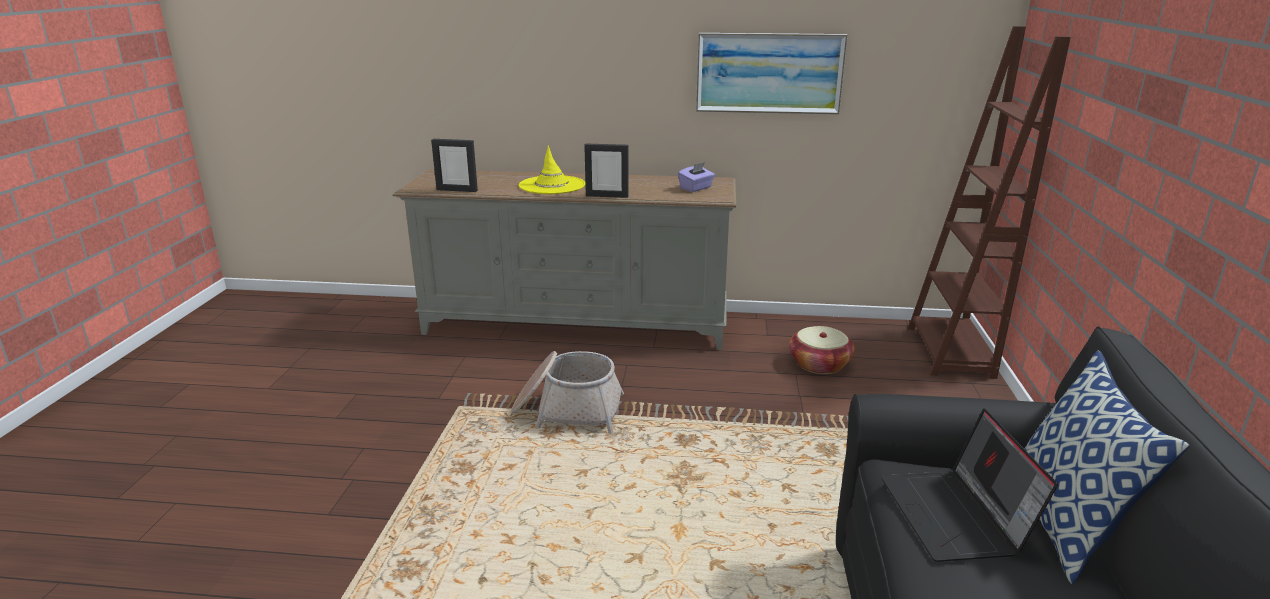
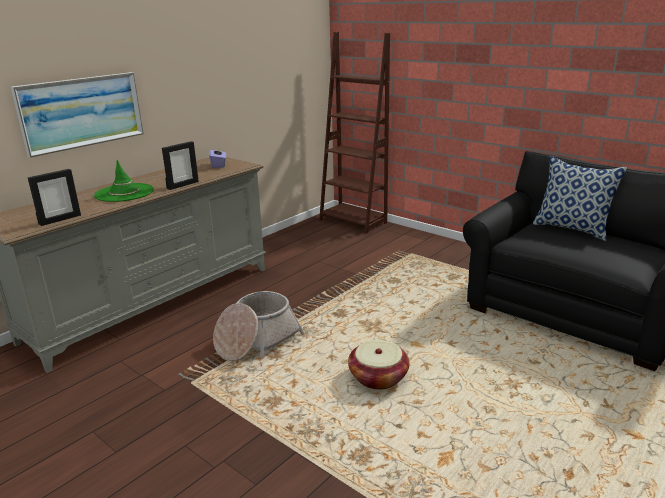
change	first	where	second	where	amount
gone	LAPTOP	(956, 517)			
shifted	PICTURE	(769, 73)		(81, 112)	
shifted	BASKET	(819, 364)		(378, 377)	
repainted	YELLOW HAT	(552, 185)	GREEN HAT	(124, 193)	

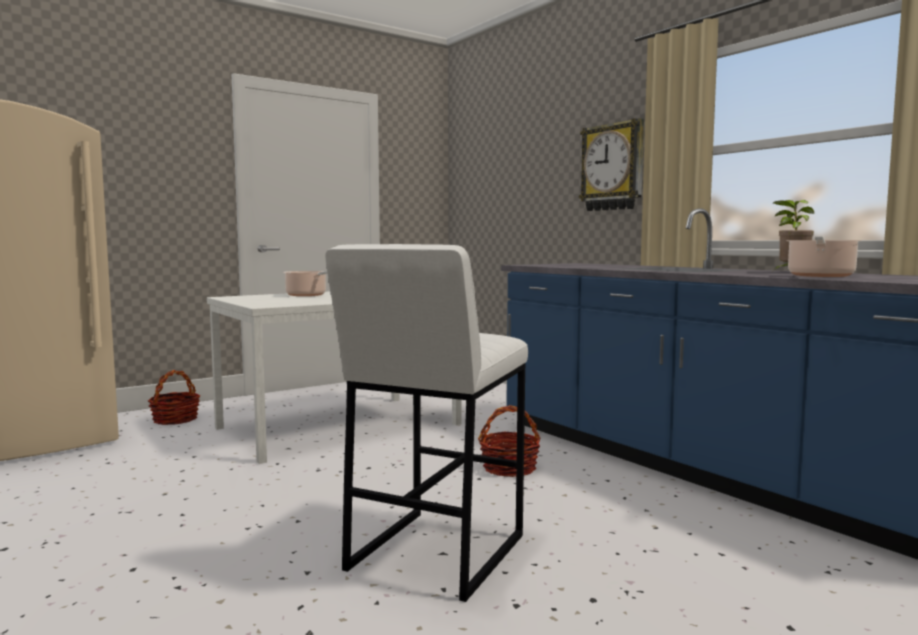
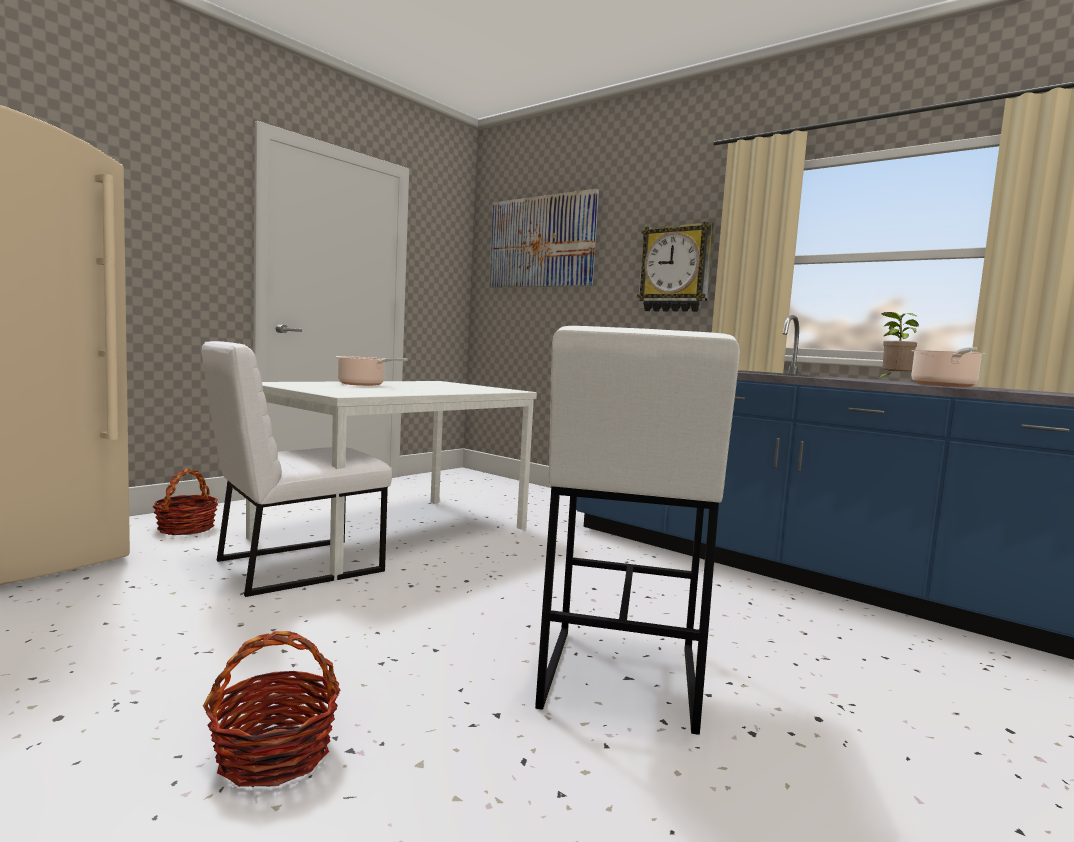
change	first	where	second	where	amount
new			WHITE CHAIR	(294, 566)	
new			PICTURE	(541, 242)	
shifted	BASKET	(509, 468)		(274, 754)	

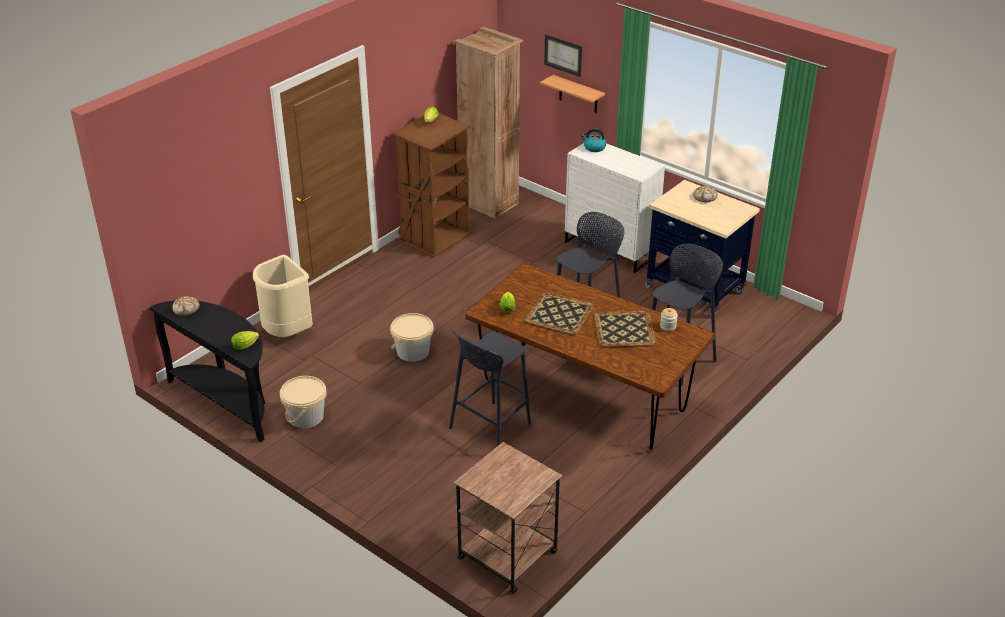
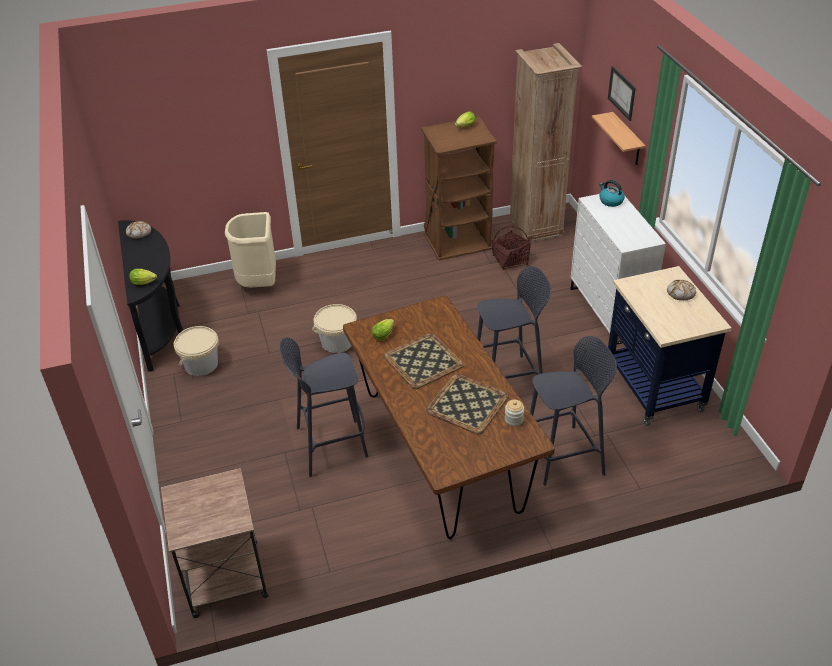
change	first	where	second	where	amount
new			BASKET	(510, 260)	

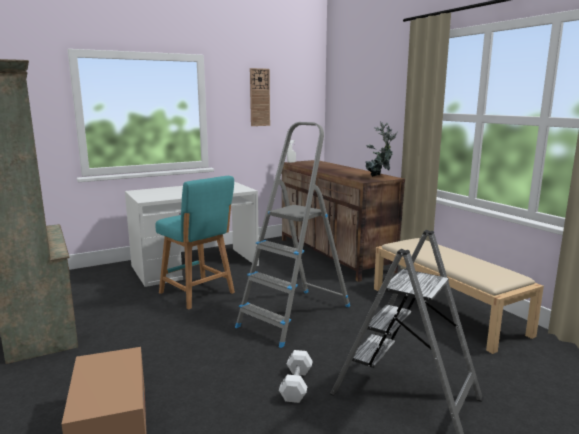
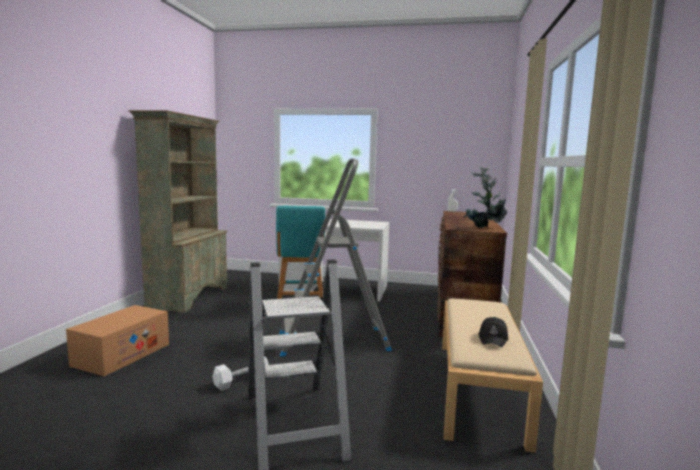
change	first	where	second	where	amount
gone	WALL CLOCK	(259, 97)			
new			BLACK CAP	(493, 338)	

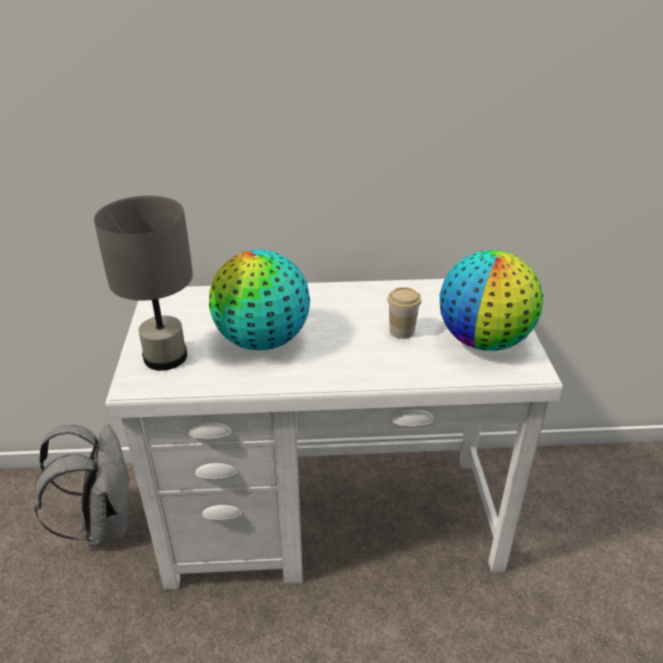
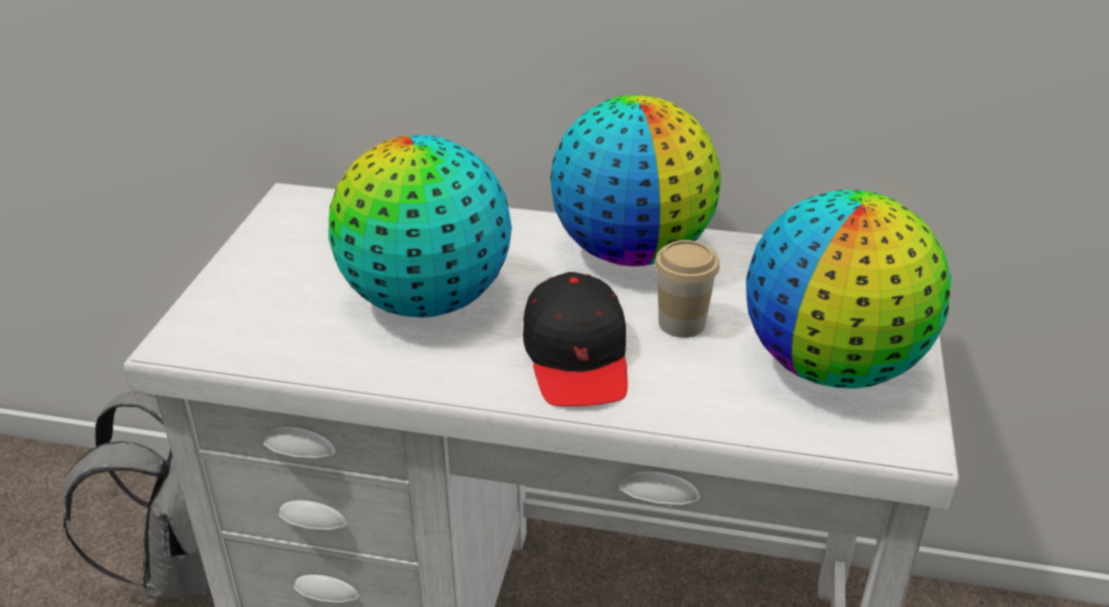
change	first	where	second	where	amount
gone	GREY TABLE LAMP	(166, 357)			
new			BLACK CAP	(577, 357)	
new			GLOBE	(631, 252)	

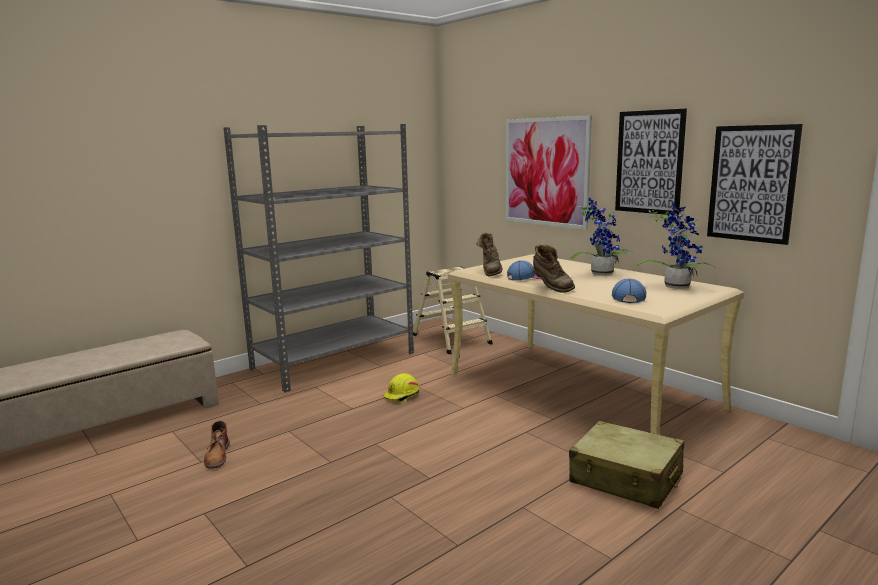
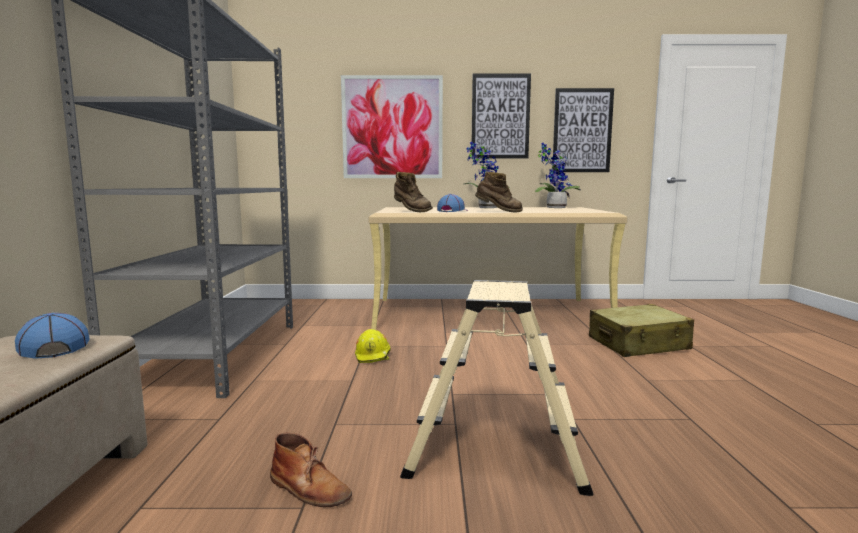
change	first	where	second	where	amount
shifted	BEIGE STEP LADDER	(451, 339)		(495, 451)	
shifted	CAP	(628, 297)		(54, 346)	

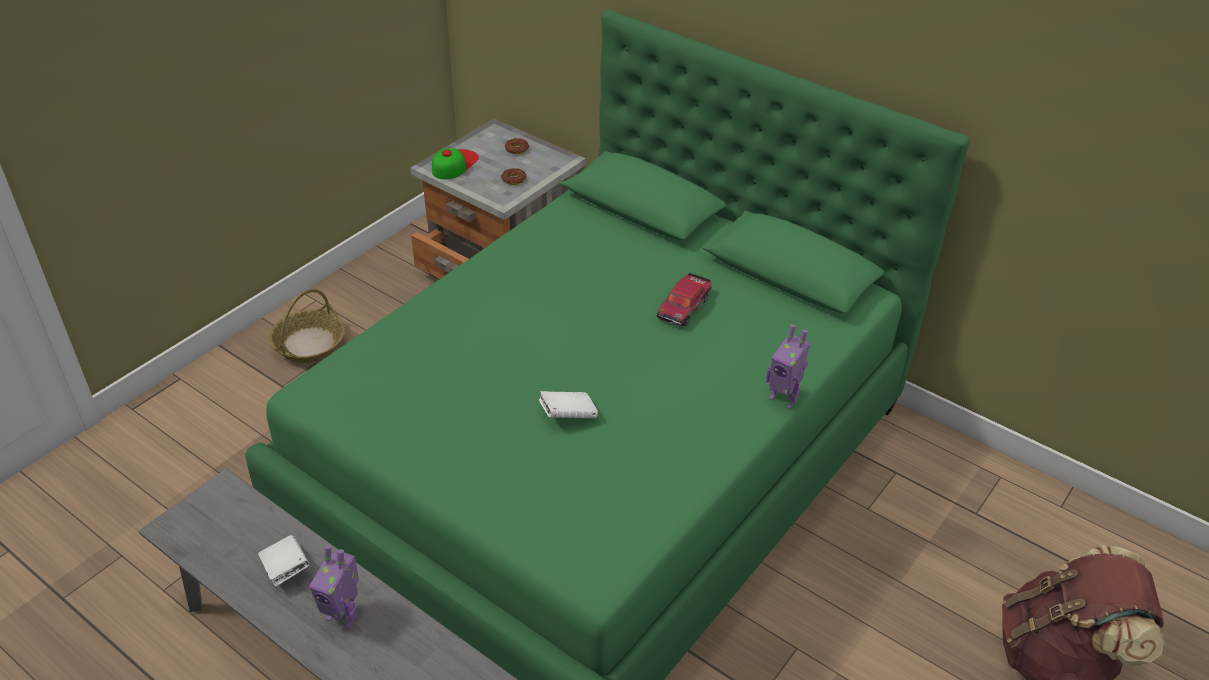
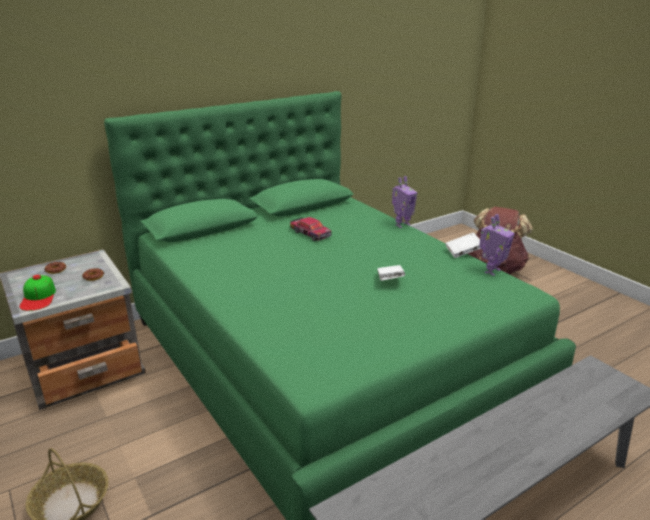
change	first	where	second	where	amount
shifted	WHITE BOOK	(286, 569)		(463, 252)	
shifted	TOY ROBOT	(343, 616)		(491, 271)	
rotated	CAP	(454, 164)		(38, 297)	150 degrees counterclockwise

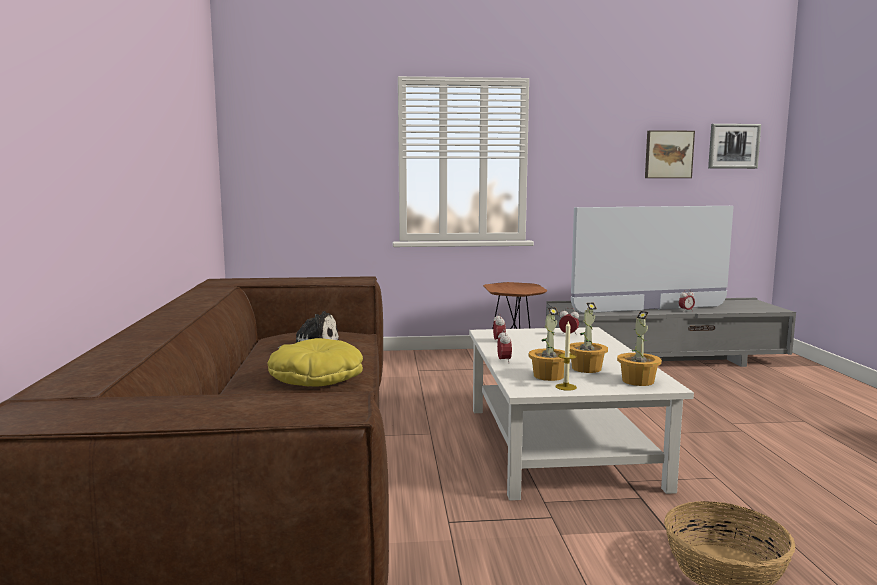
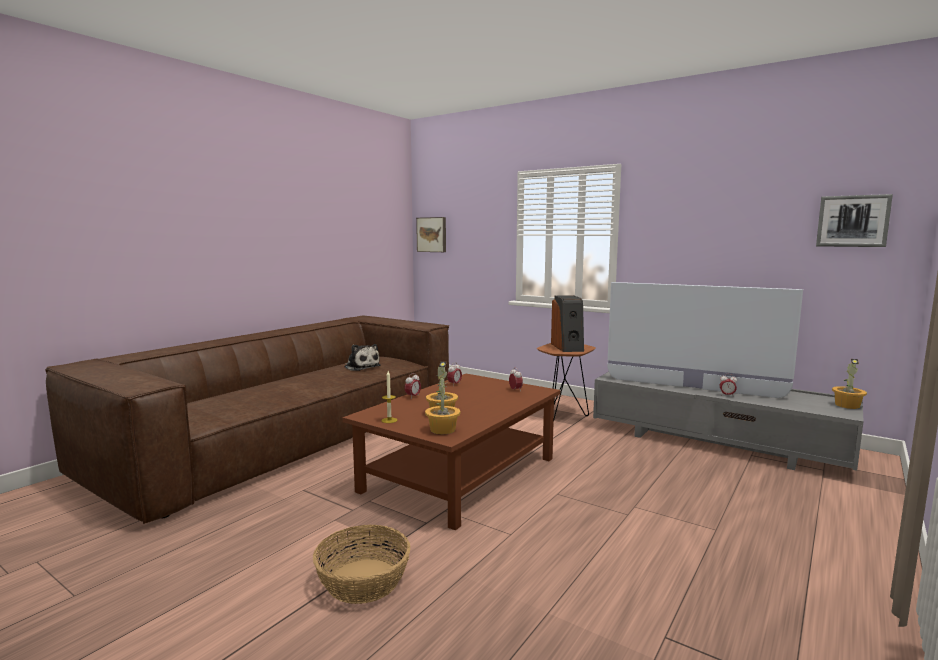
change	first	where	second	where	amount
gone	YELLOW PILLOW	(315, 378)			
new			SPEAKER	(568, 347)	
shifted	POTTED PLANT	(548, 376)		(847, 405)	
shifted	PICTURE	(668, 154)		(432, 234)	
repainted	WHITE COFFEE TABLE	(558, 445)	BROWN COFFEE TABLE	(459, 474)	

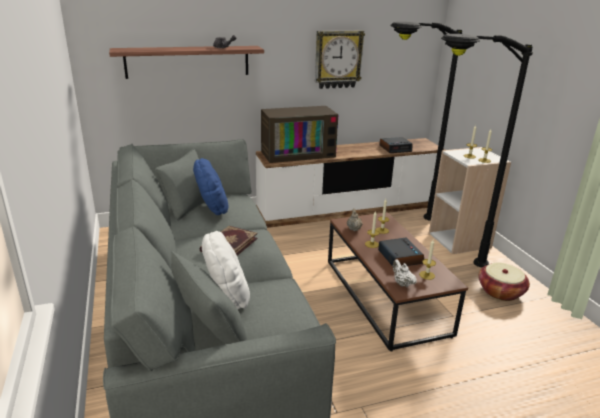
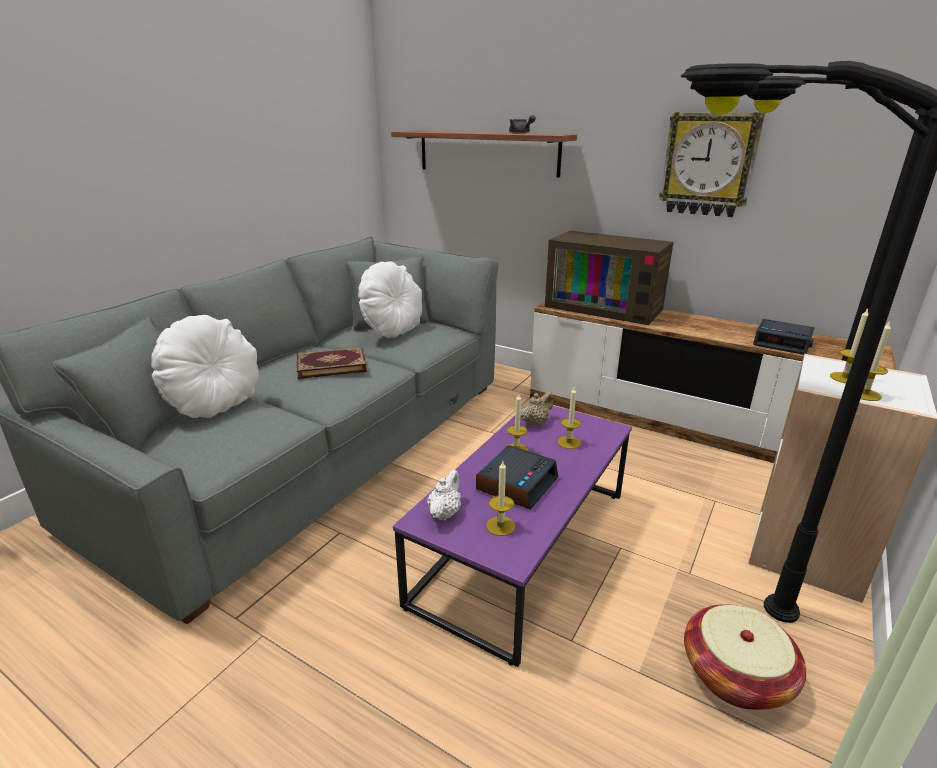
change	first	where	second	where	amount
repainted	BLUE PILLOW	(212, 210)	WHITE PILLOW	(393, 332)	
repainted	BROWN COFFEE TABLE	(385, 296)	PURPLE COFFEE TABLE	(524, 547)	

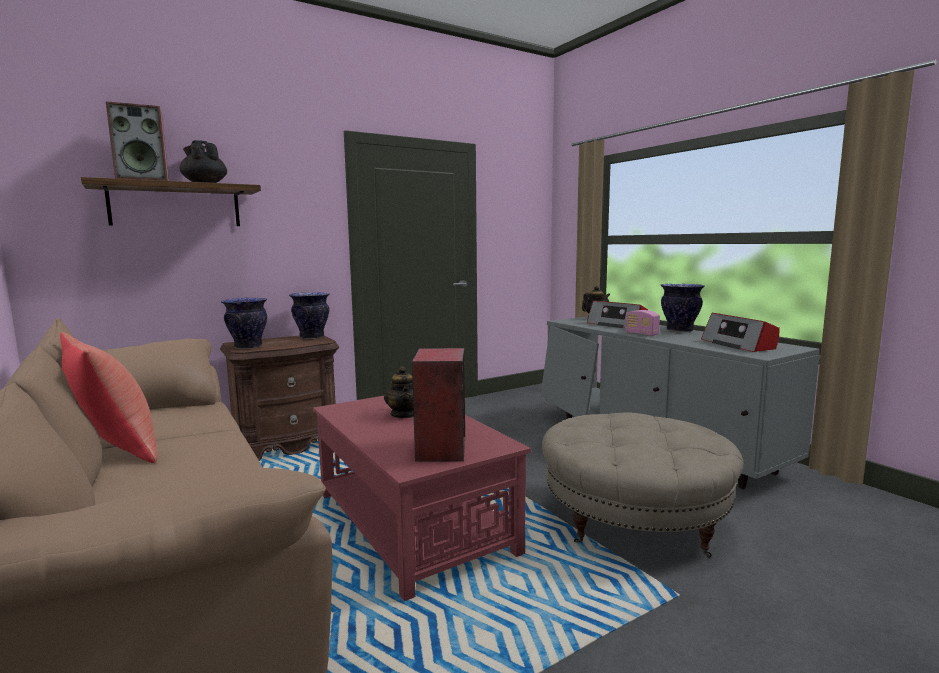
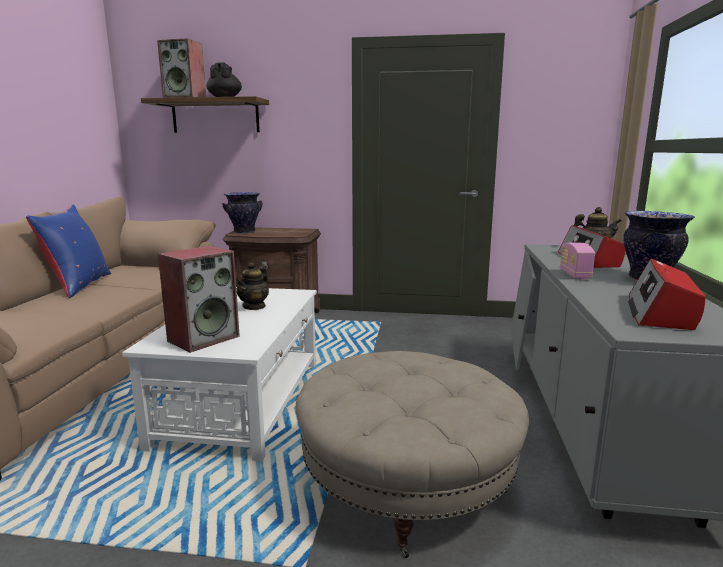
change	first	where	second	where	amount
gone	VASE	(312, 337)			
repainted	RED PILLOW	(115, 449)	BLUE PILLOW	(78, 285)	
repainted	RED COFFEE TABLE	(412, 521)	WHITE COFFEE TABLE	(243, 401)	

